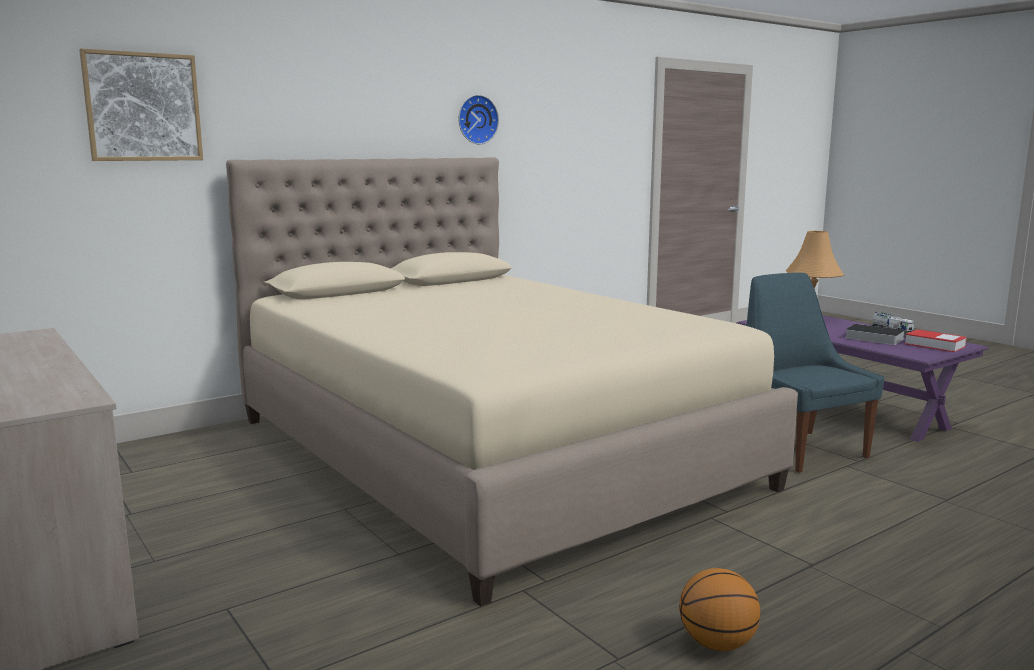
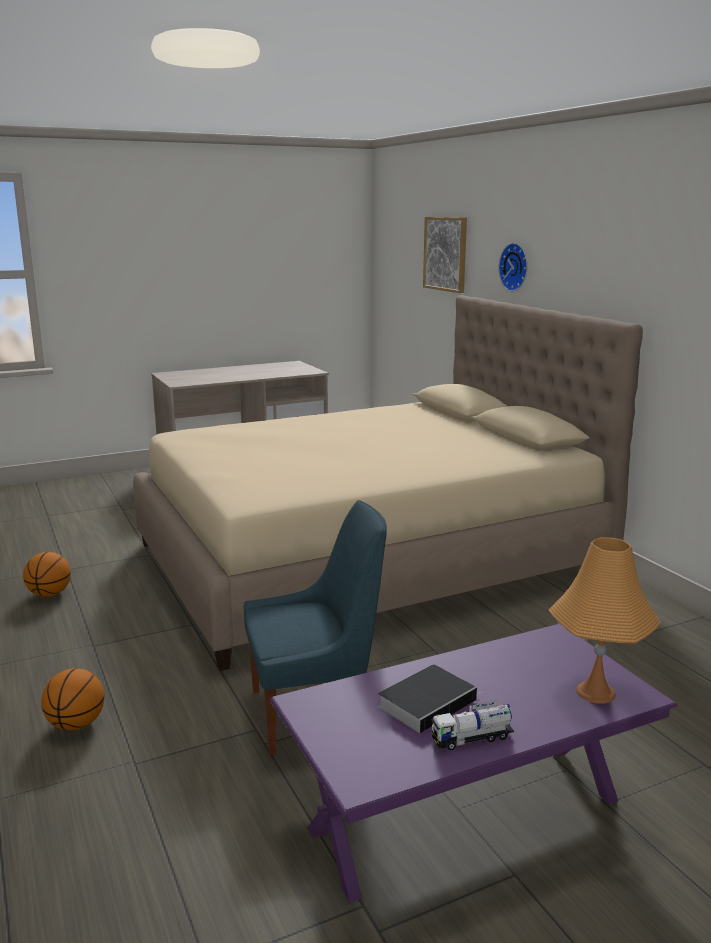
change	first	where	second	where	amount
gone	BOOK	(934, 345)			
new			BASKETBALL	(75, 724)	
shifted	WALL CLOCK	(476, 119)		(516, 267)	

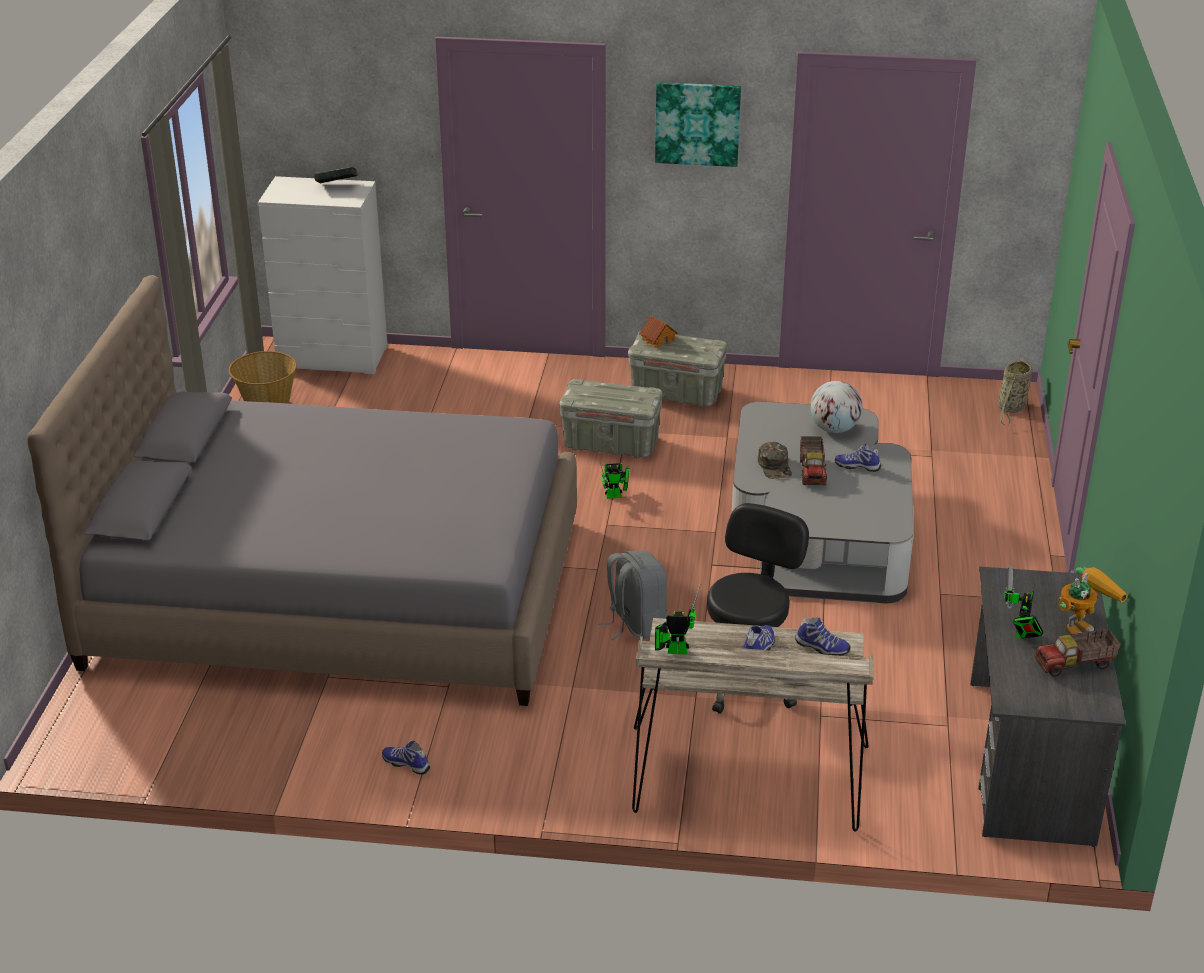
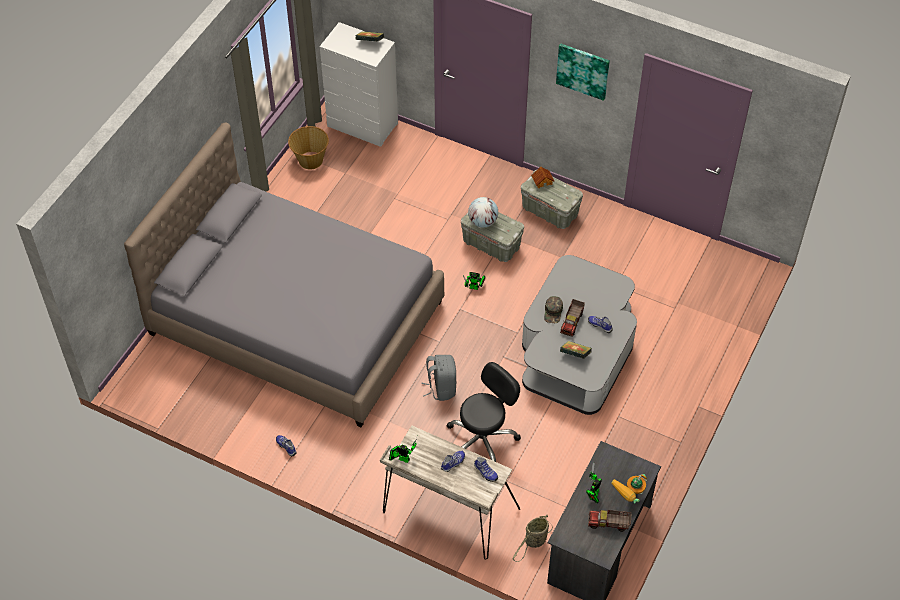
change	first	where	second	where	amount
new			BOOK	(575, 355)	
shifted	GLOBE	(834, 429)		(482, 222)	
shifted	BASKET	(1010, 409)		(534, 542)	
rotated	TOY ROBOT	(1082, 625)		(629, 499)	150 degrees clockwise

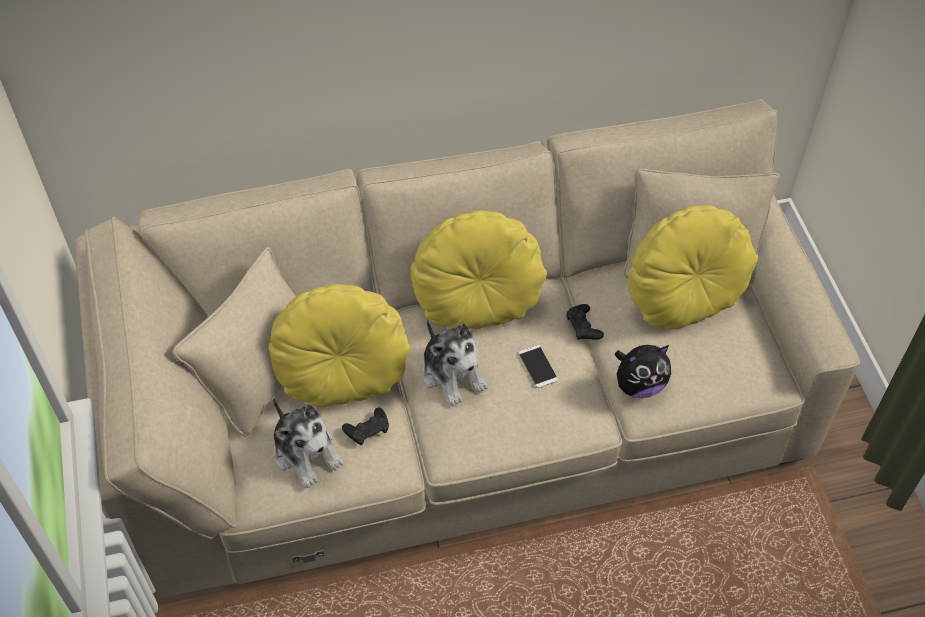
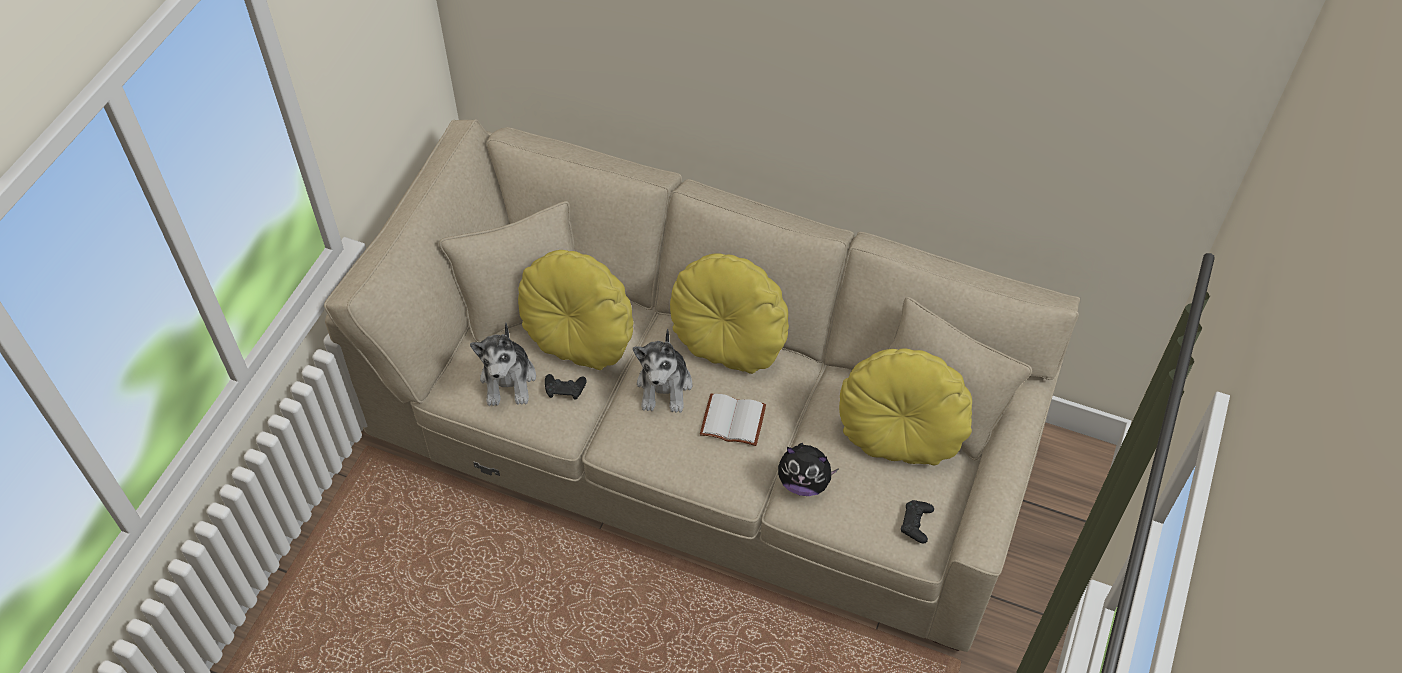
change	first	where	second	where	amount
shifted	BLACK GAME CONTROLLER	(583, 326)		(916, 523)	
swapped	PHONE	(537, 366)	WHITE BOOK	(734, 419)	

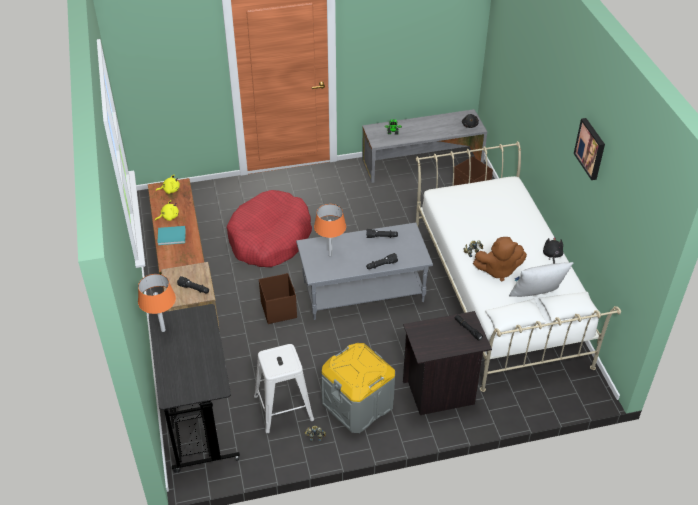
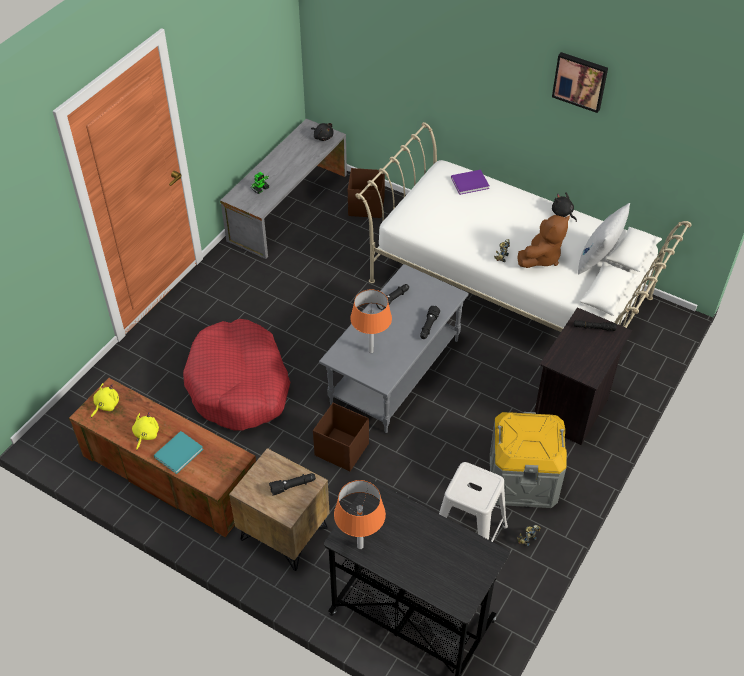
change	first	where	second	where	amount
new			PURPLE BOOK	(471, 183)	

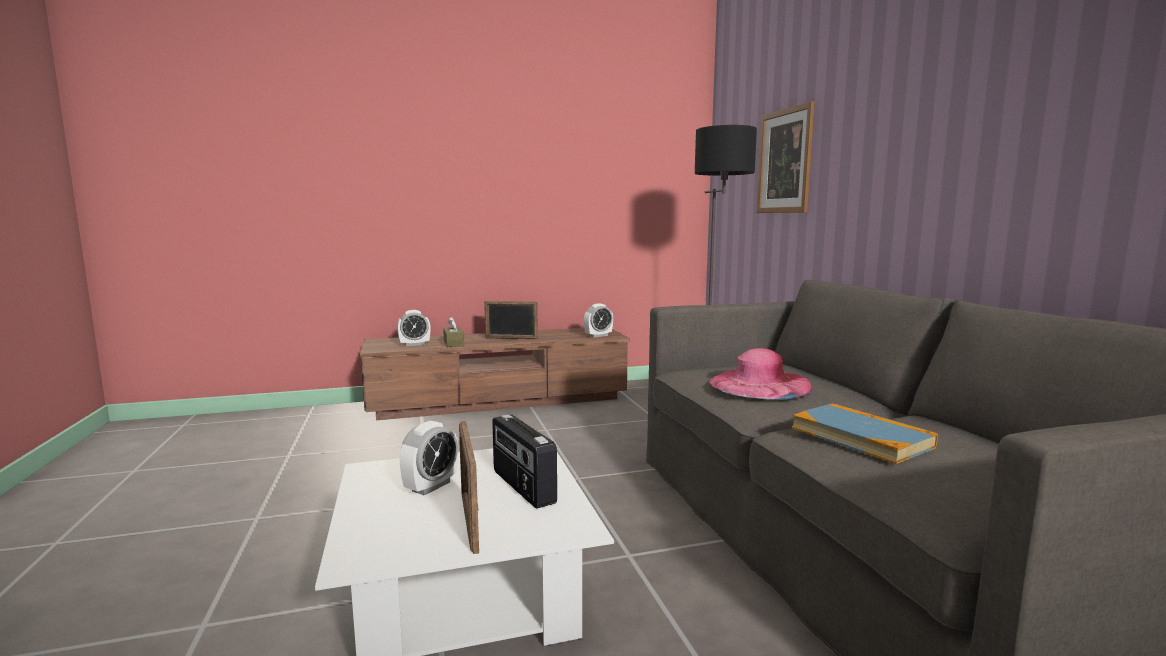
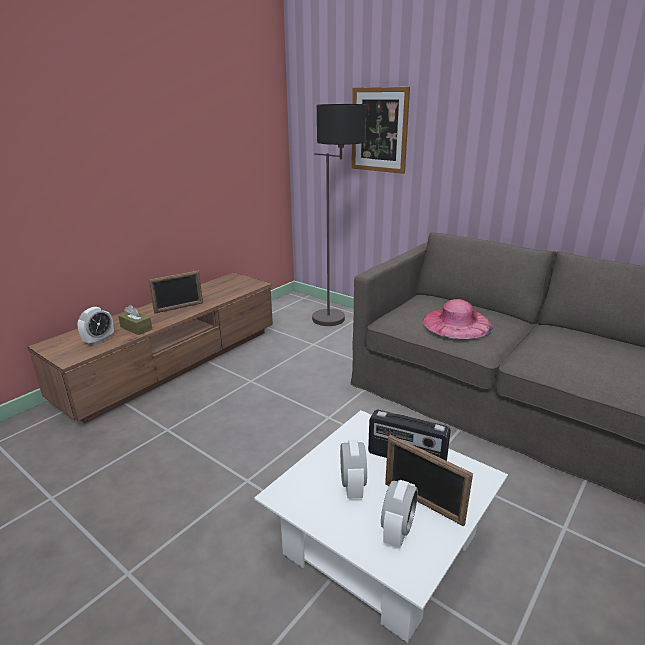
change	first	where	second	where	amount
gone	BOOK	(861, 437)			
shifted	ALARM CLOCK	(598, 335)		(397, 531)	

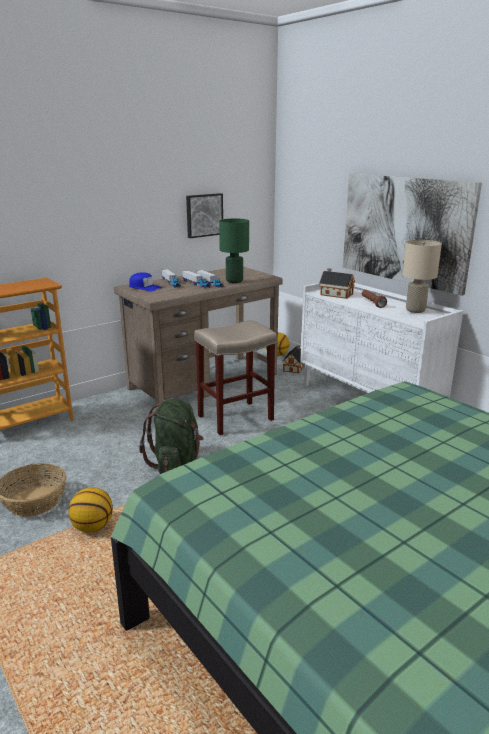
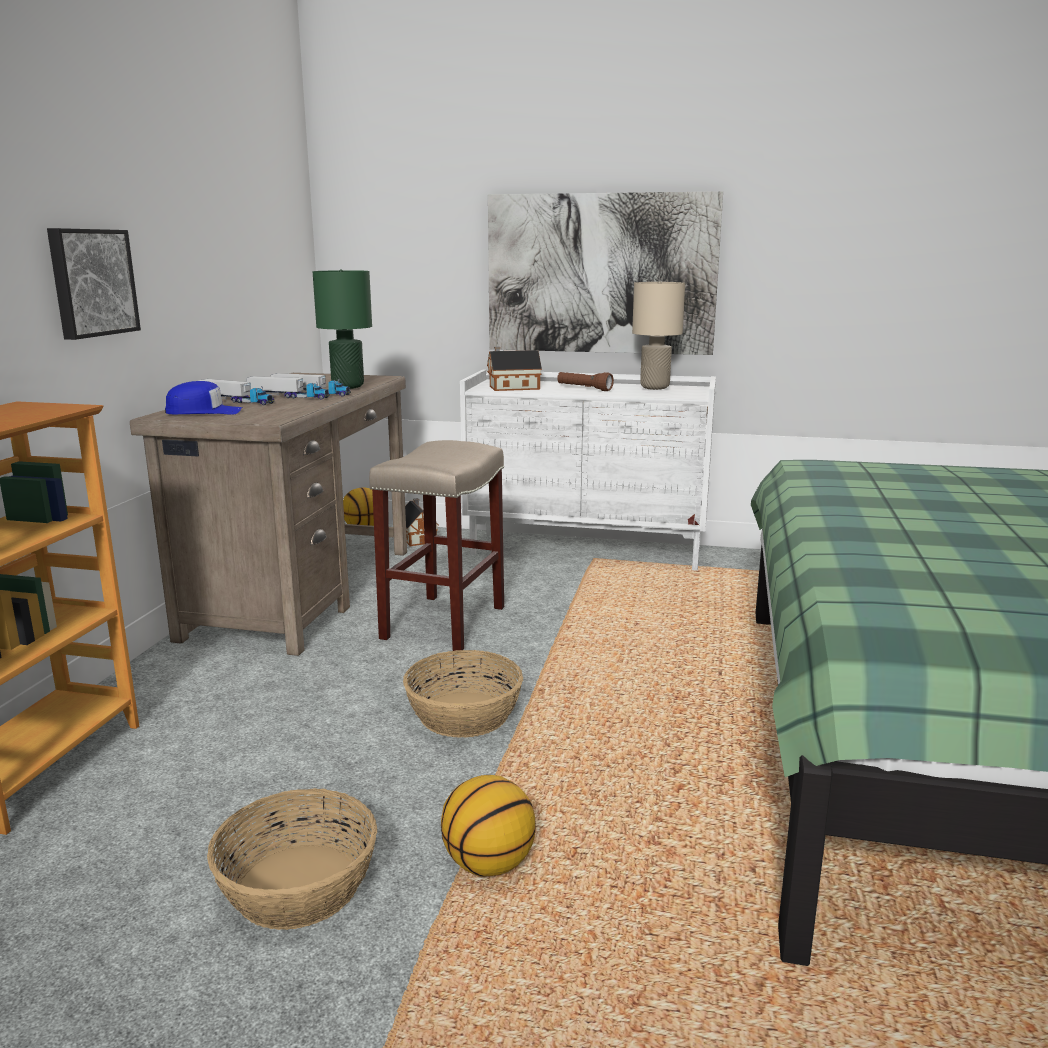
change	first	where	second	where	amount
shifted	PICTURE	(204, 215)		(91, 282)	
swapped	GREEN BACKPACK	(176, 464)	BASKET	(463, 714)	

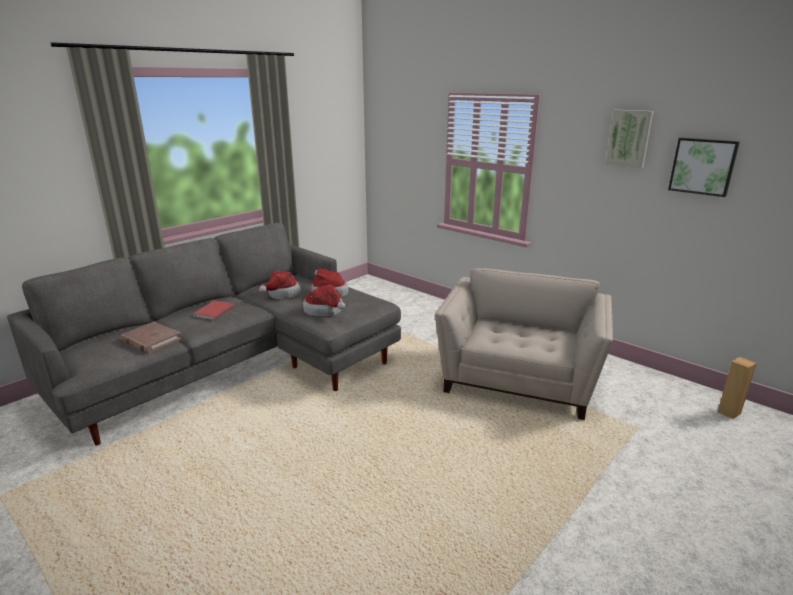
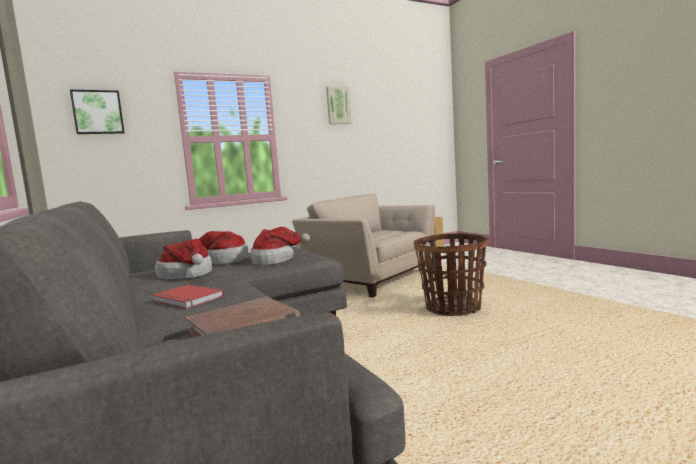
change	first	where	second	where	amount
new			BASKET	(453, 308)	
shifted	PICTURE	(703, 166)		(98, 112)	

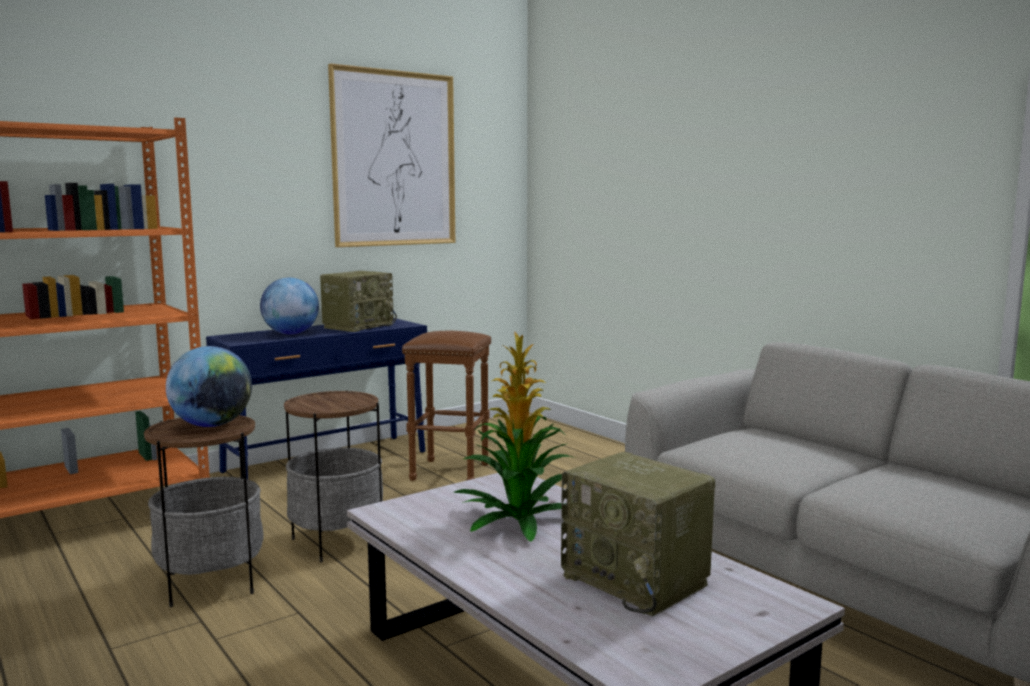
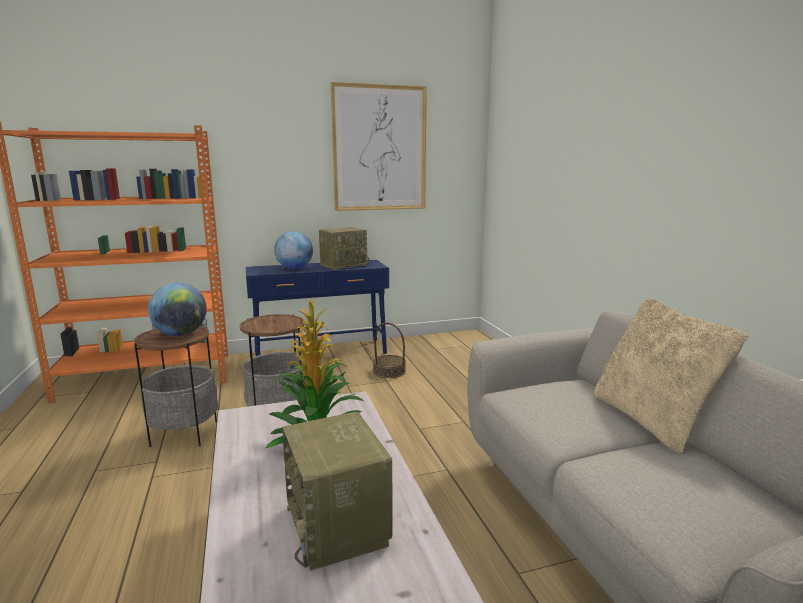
change	first	where	second	where	amount
new			BEIGE PILLOW	(652, 418)	
swapped	BROWN STOOL	(448, 472)	BASKET	(389, 371)	

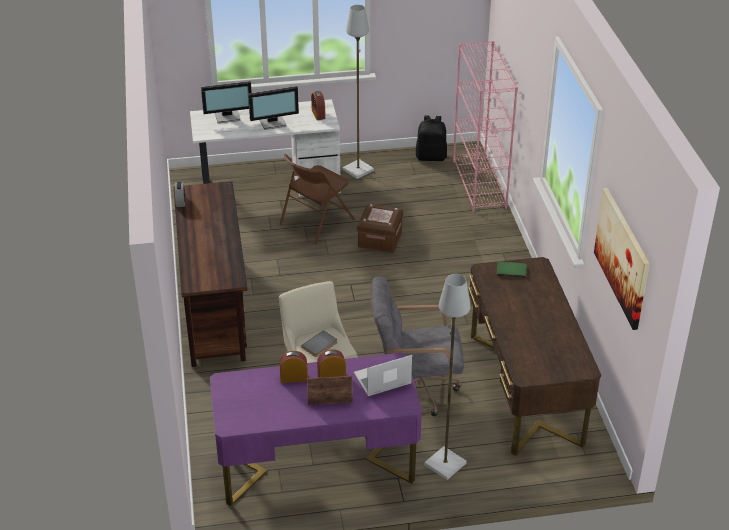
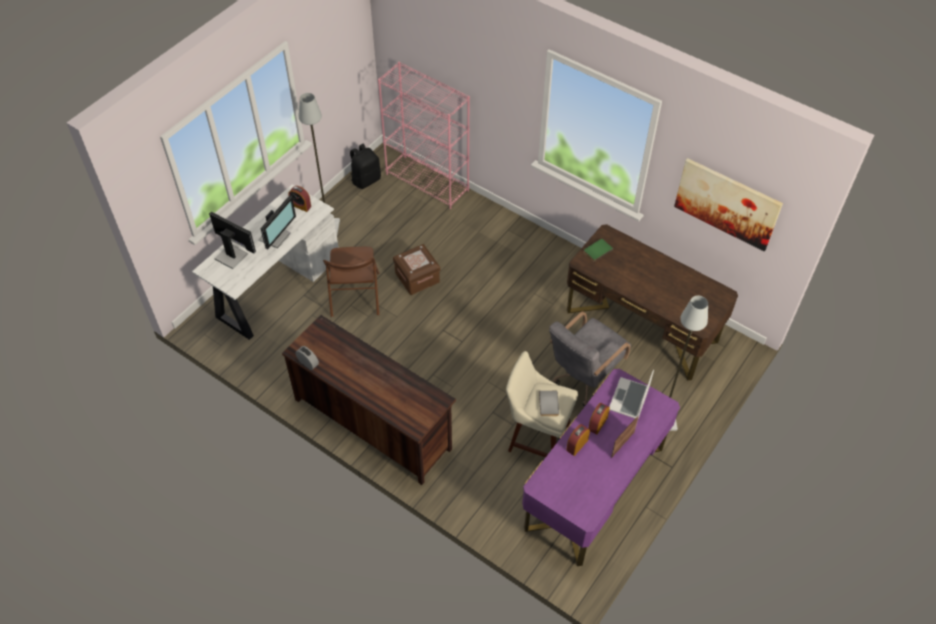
change	first	where	second	where	amount
rotated	MONITOR	(228, 116)		(231, 255)	90 degrees counterclockwise

